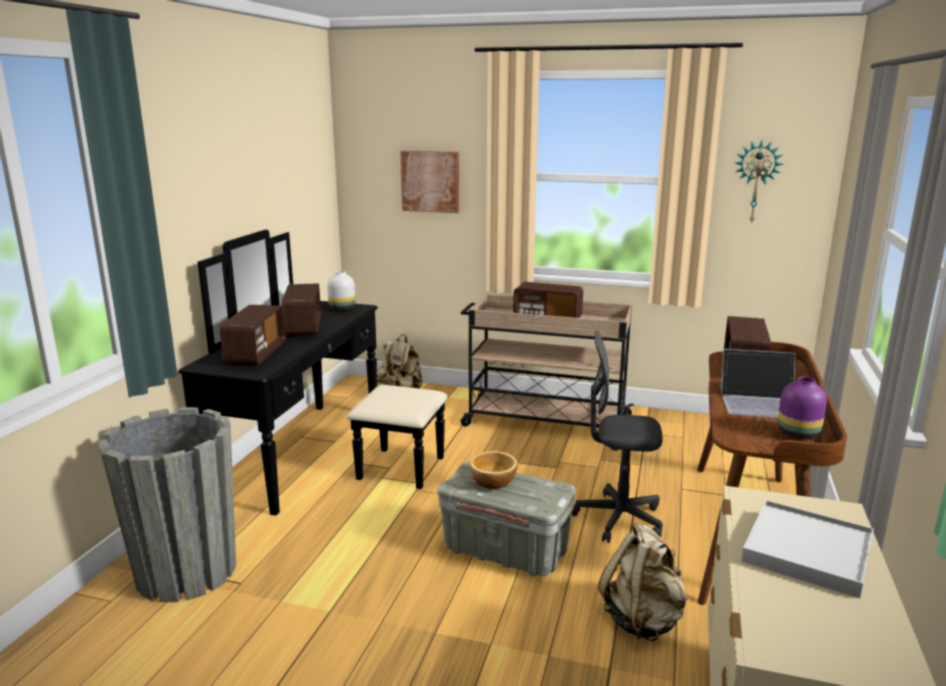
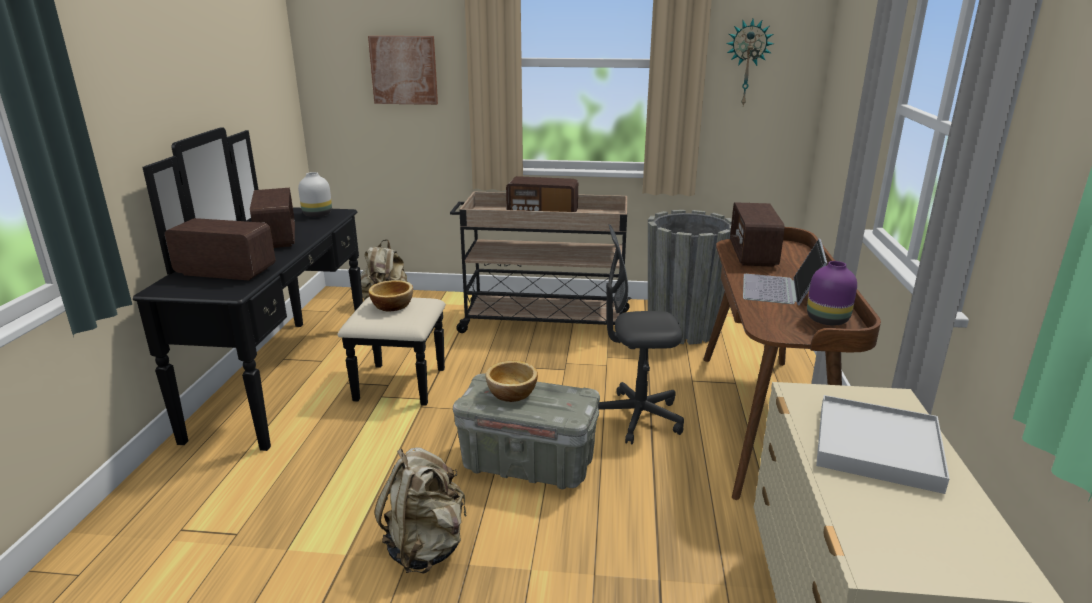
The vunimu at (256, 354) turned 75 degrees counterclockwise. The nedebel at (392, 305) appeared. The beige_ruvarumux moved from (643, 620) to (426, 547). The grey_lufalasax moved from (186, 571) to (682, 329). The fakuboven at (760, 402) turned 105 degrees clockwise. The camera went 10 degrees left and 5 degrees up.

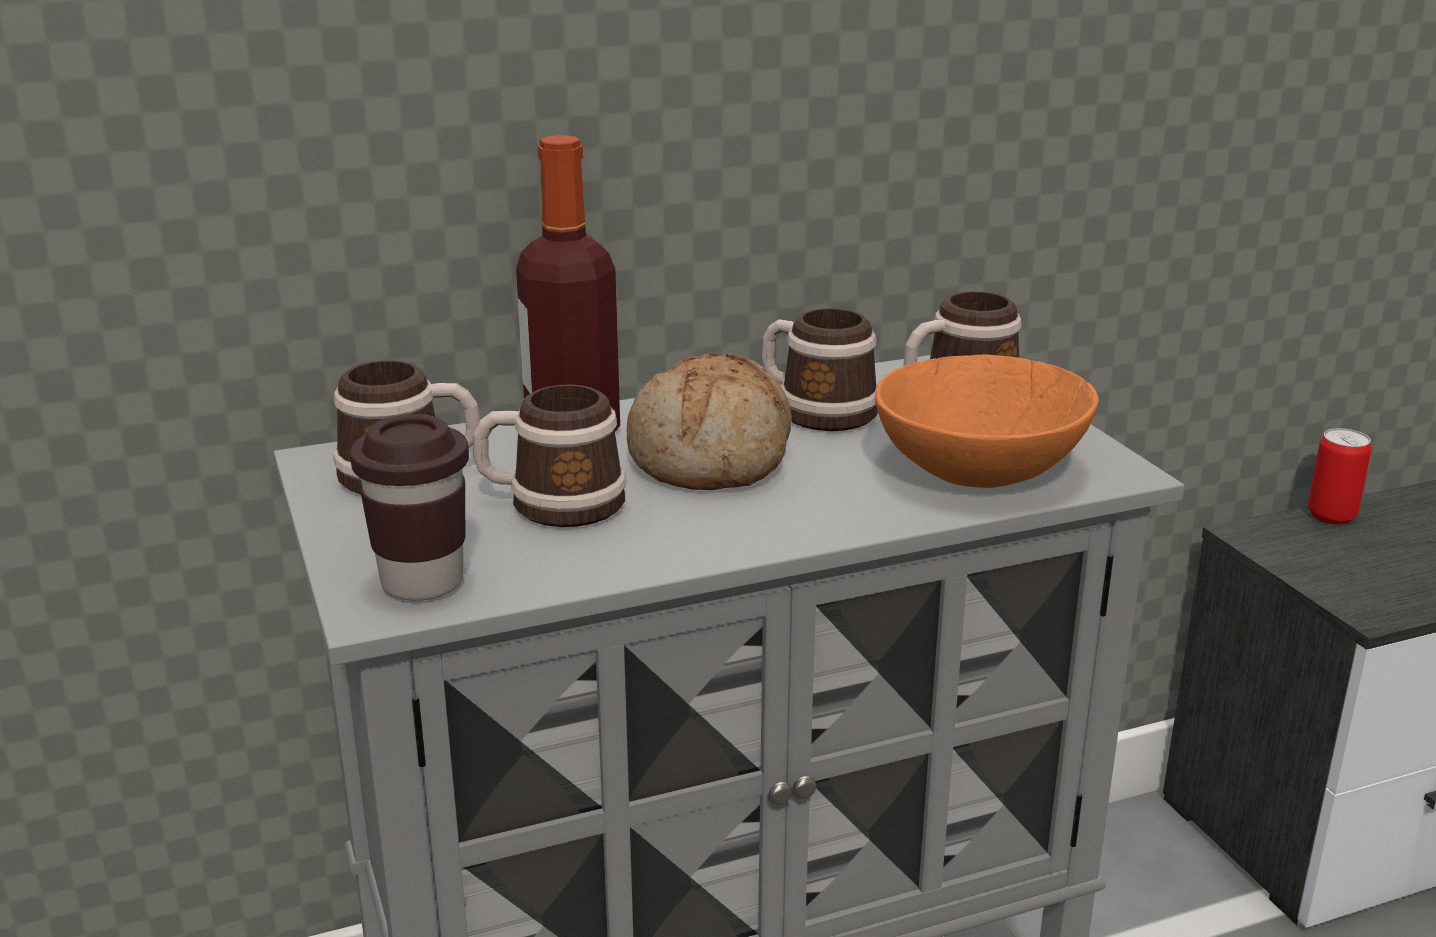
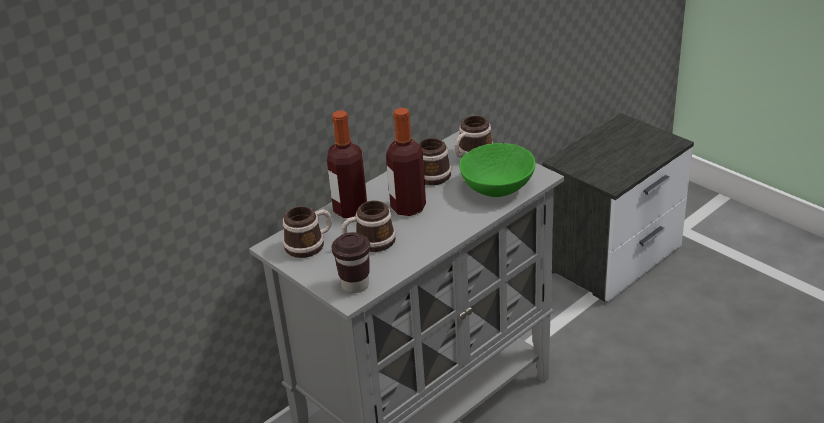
The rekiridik at (714, 458) was replaced by the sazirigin at (408, 207). The orange_nedebel at (982, 468) became the green_nedebel at (498, 187). The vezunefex at (1331, 516) disappeared. The camera went 20 degrees left and 10 degrees up.

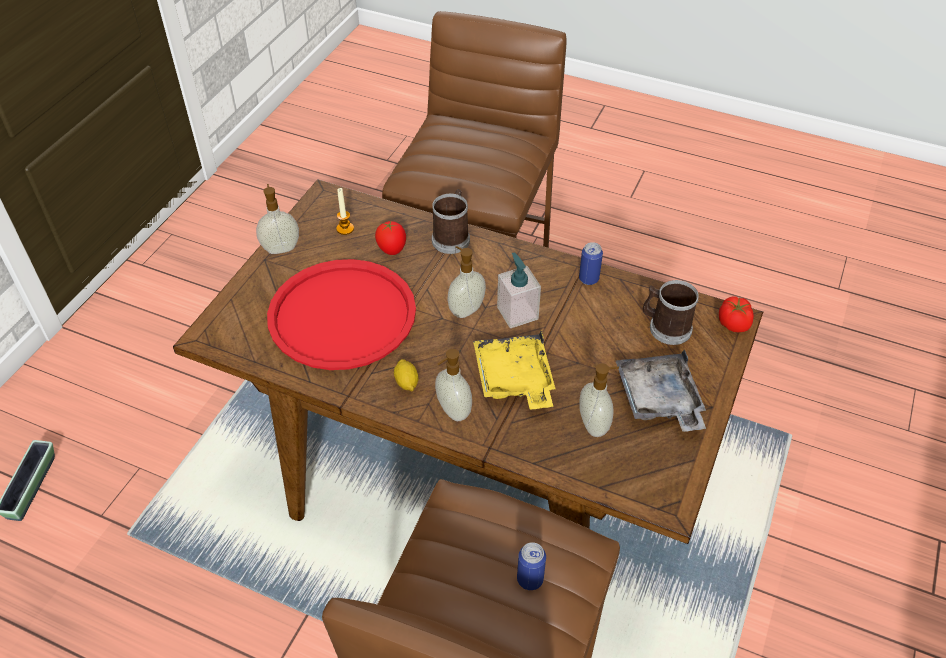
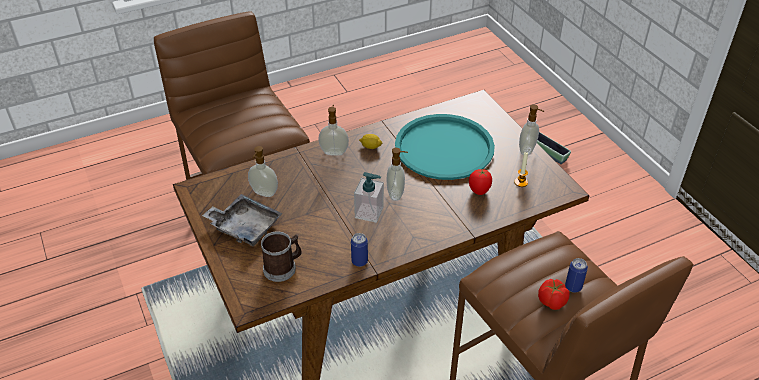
The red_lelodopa at (342, 315) became the turquoise_lelodopa at (444, 148). The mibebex moved from (733, 324) to (552, 302). The vezunefex moved from (530, 579) to (573, 287). The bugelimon at (452, 237) disappeared. The yellow_lelodopa at (514, 380) disappeared. The camera went 130 degrees right and 5 degrees down.

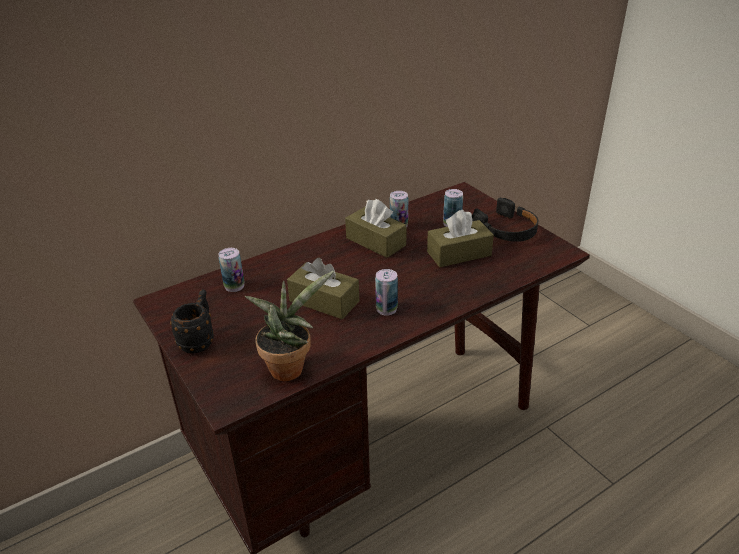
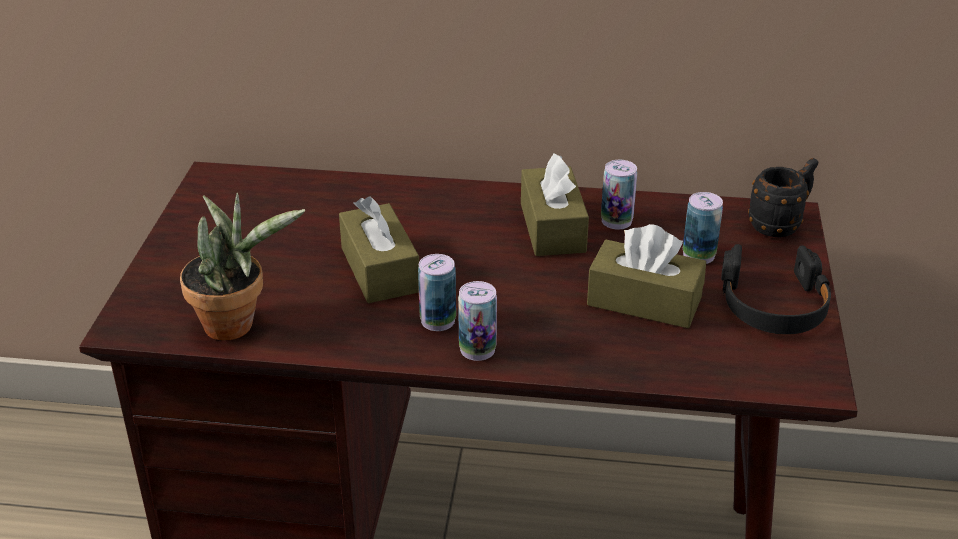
The vezunefex moved from (234, 286) to (477, 349). The black_bugelimon moved from (199, 340) to (780, 224). The camera went 40 degrees right and 0 degrees up.

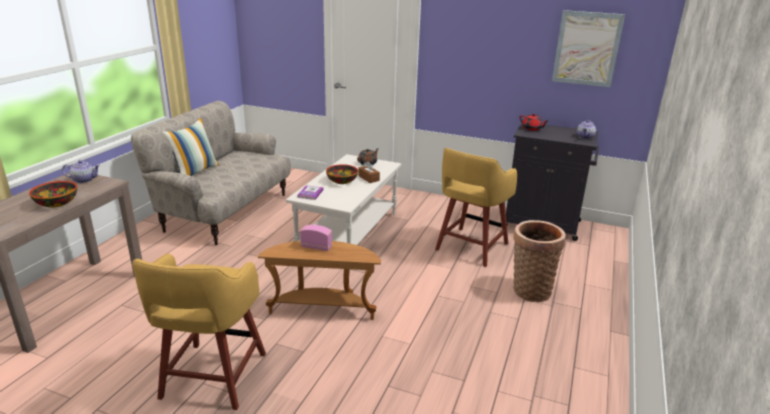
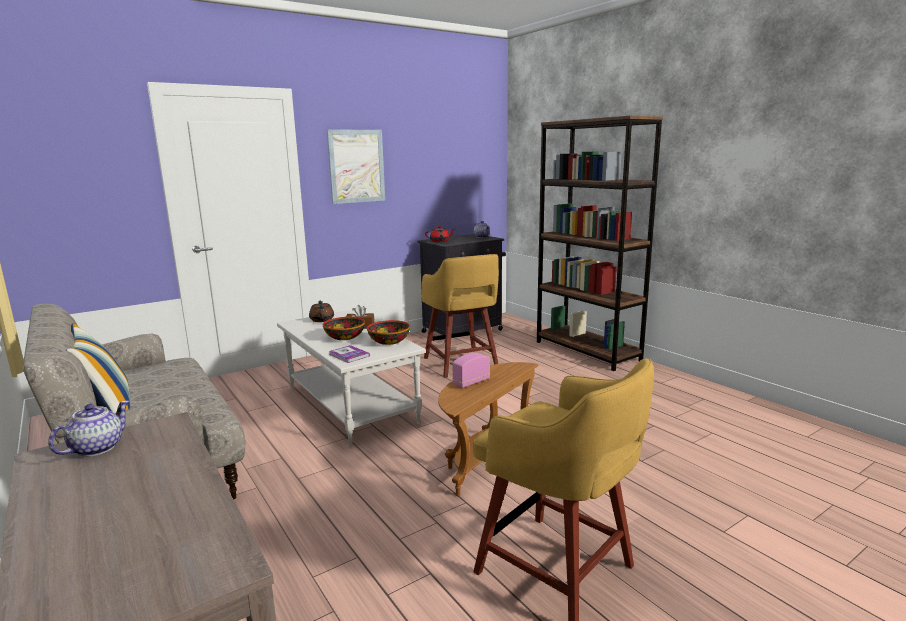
The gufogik moved from (587, 48) to (356, 166). The nedebel moved from (57, 203) to (389, 341). The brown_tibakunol at (587, 351) appeared. The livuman at (530, 289) disappeared. The camera went 55 degrees left and 10 degrees down.

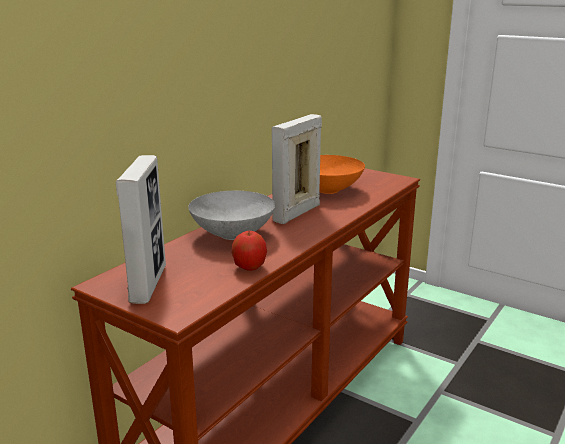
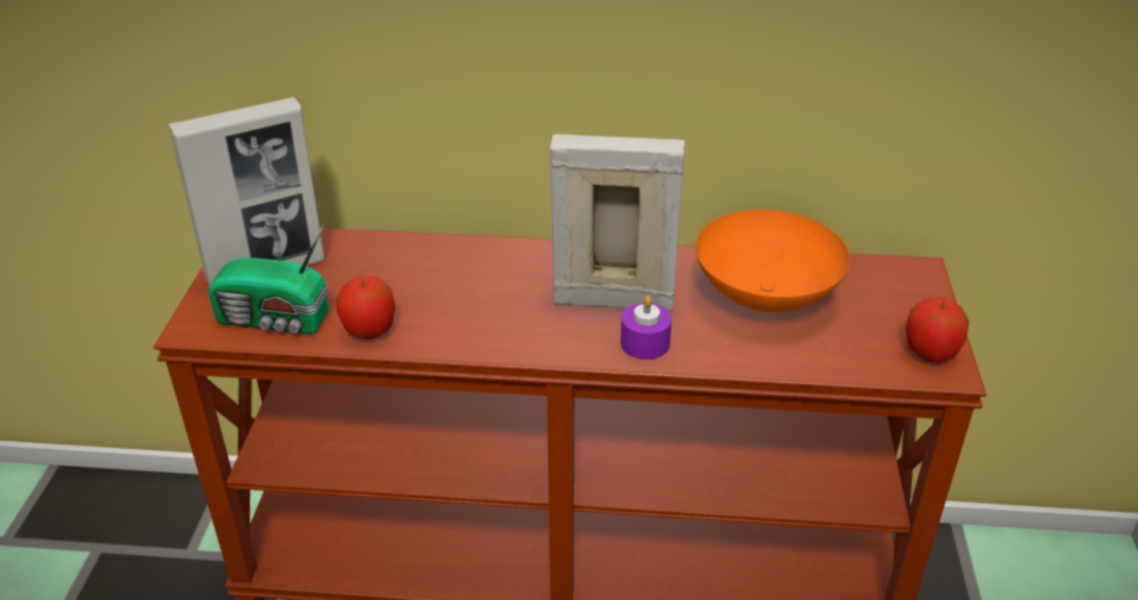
The vunimu at (275, 320) appeared. The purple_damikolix at (645, 343) appeared. The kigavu at (930, 353) appeared. The grey_nedebel at (231, 234) disappeared. The camera went 60 degrees right and 15 degrees up.

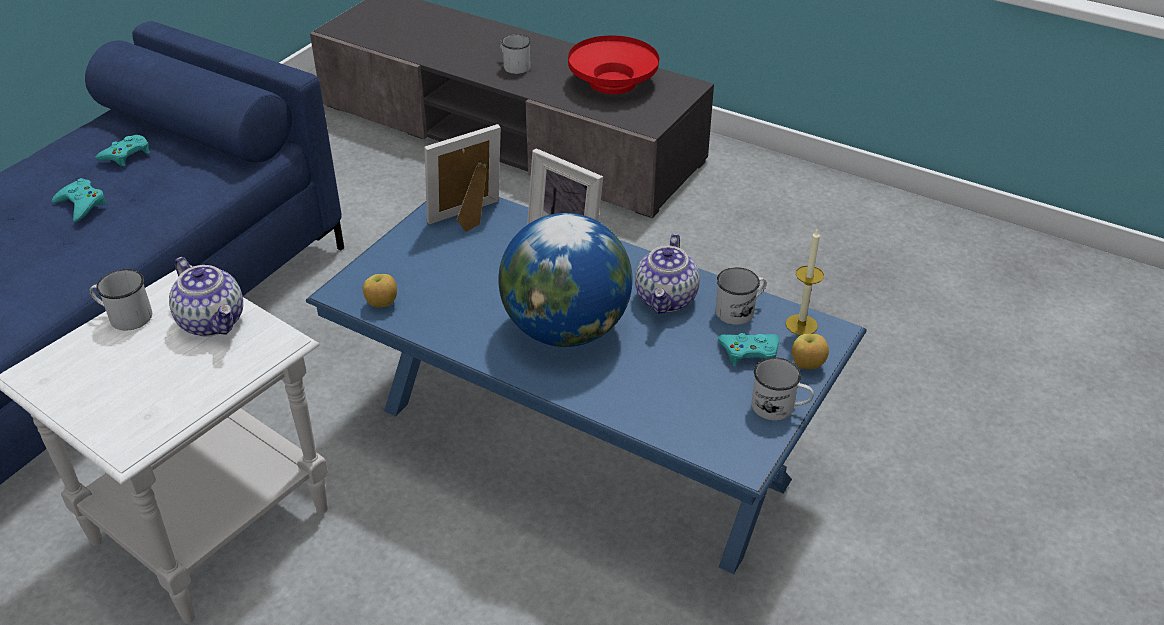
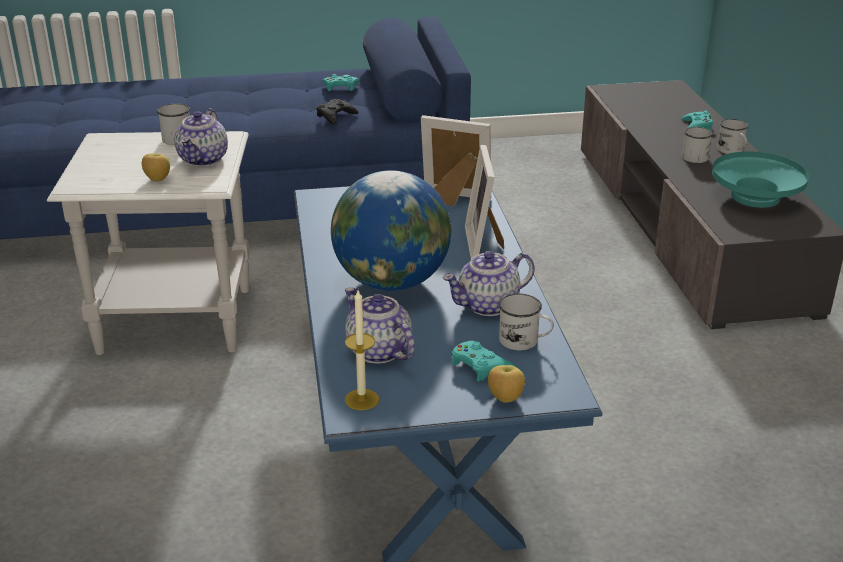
The kigavu moved from (381, 304) to (157, 180). The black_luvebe at (335, 116) appeared. The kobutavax at (377, 351) appeared. The damikolix moved from (801, 325) to (362, 399). The turquoise_luvebe moved from (81, 204) to (696, 126). The red_nedebel at (613, 83) became the turquoise_nedebel at (755, 197). The white_bugelimon moved from (779, 408) to (732, 151). The camera went 50 degrees right and 10 degrees down.

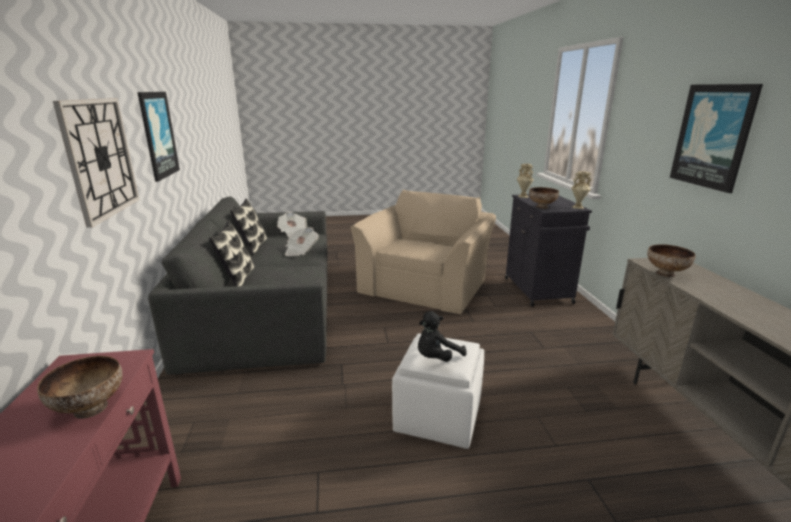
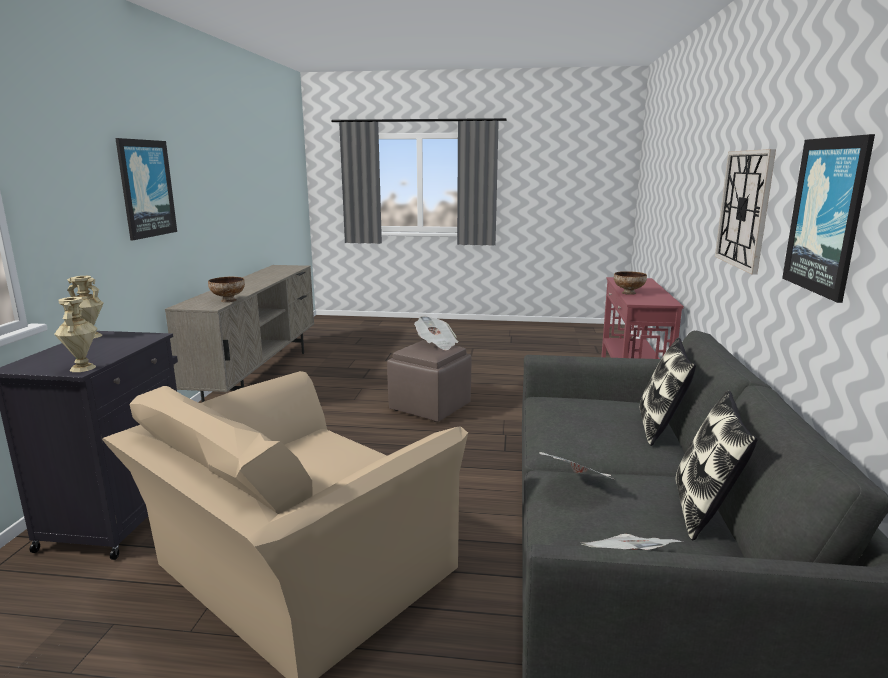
The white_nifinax at (437, 417) became the brown_nifinax at (431, 407). The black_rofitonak at (437, 358) was replaced by the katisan at (436, 344). The nedebel at (541, 207) disappeared. The camera went 165 degrees left and 5 degrees down.

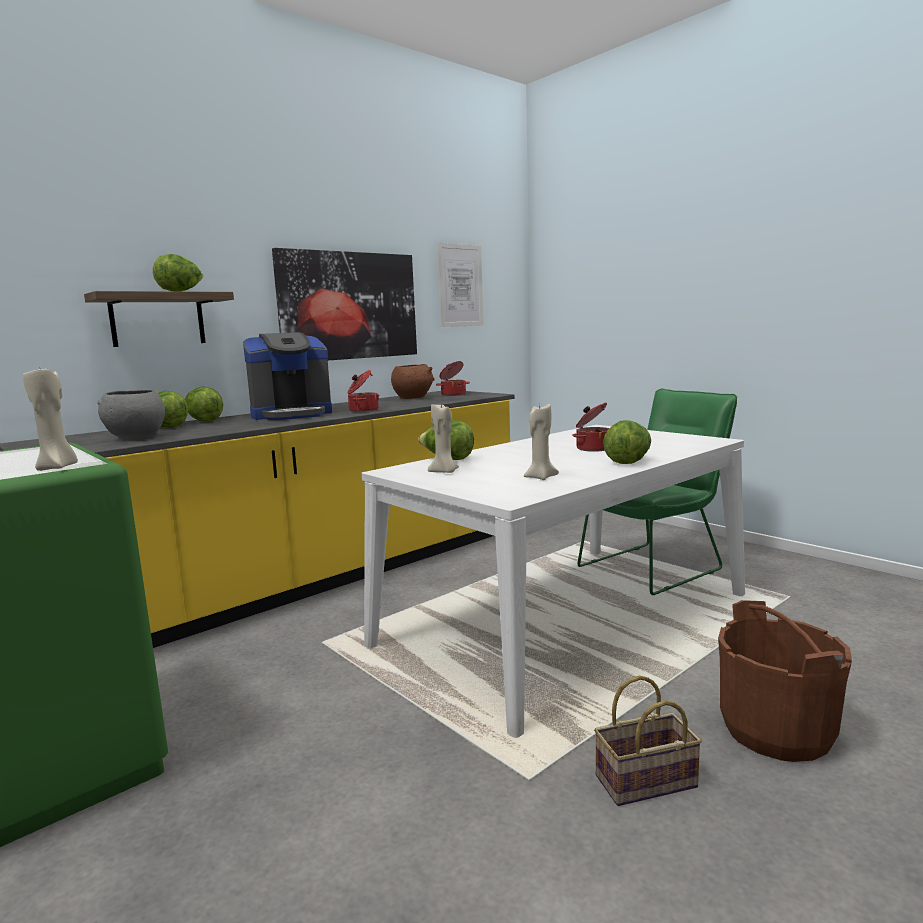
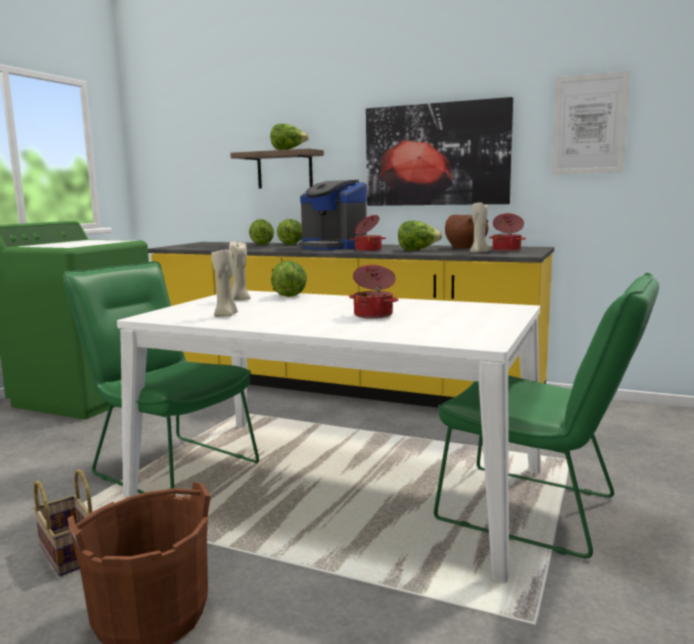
The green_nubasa at (169, 466) appeared. The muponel moved from (628, 462) to (418, 250). The beige_damikolix moved from (58, 468) to (479, 252). The grey_nedebel at (136, 438) disappeared. The camera went 65 degrees right and 0 degrees up.

